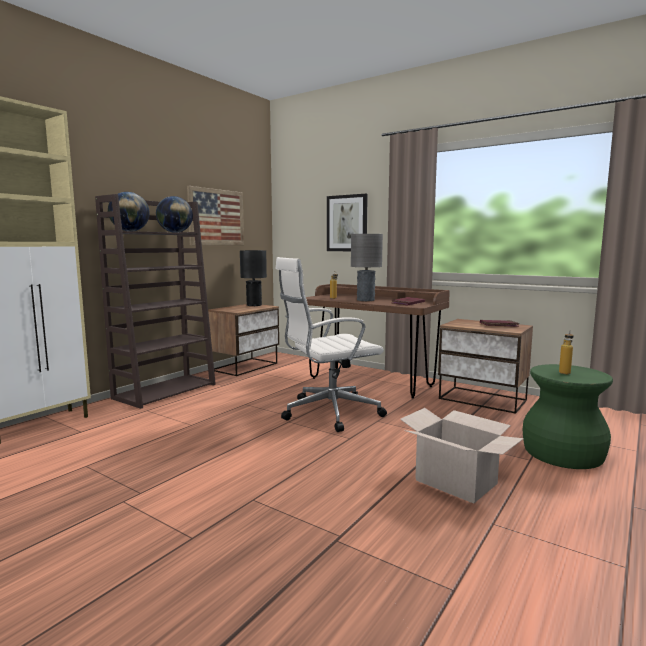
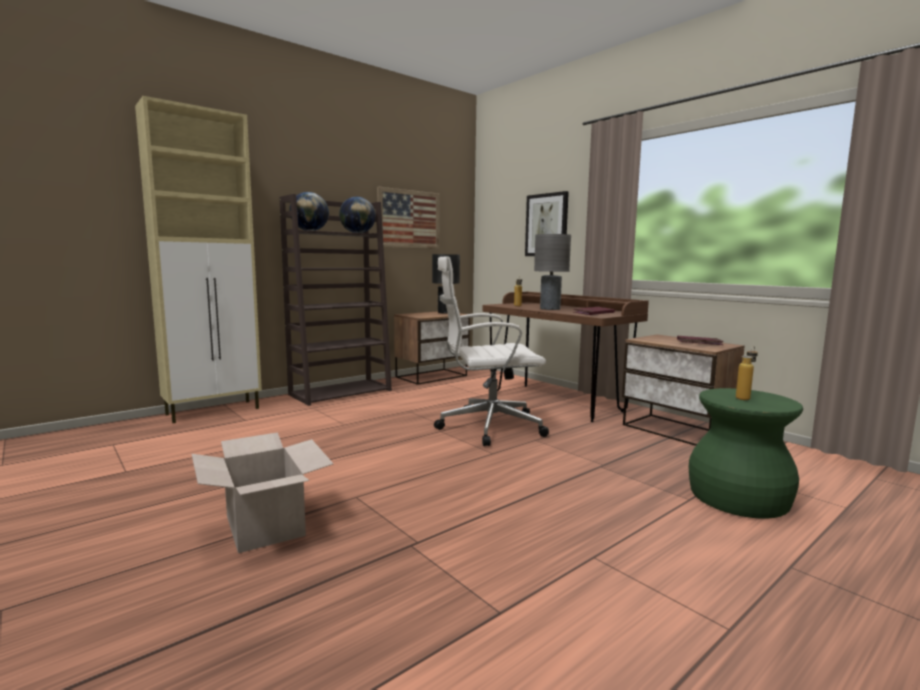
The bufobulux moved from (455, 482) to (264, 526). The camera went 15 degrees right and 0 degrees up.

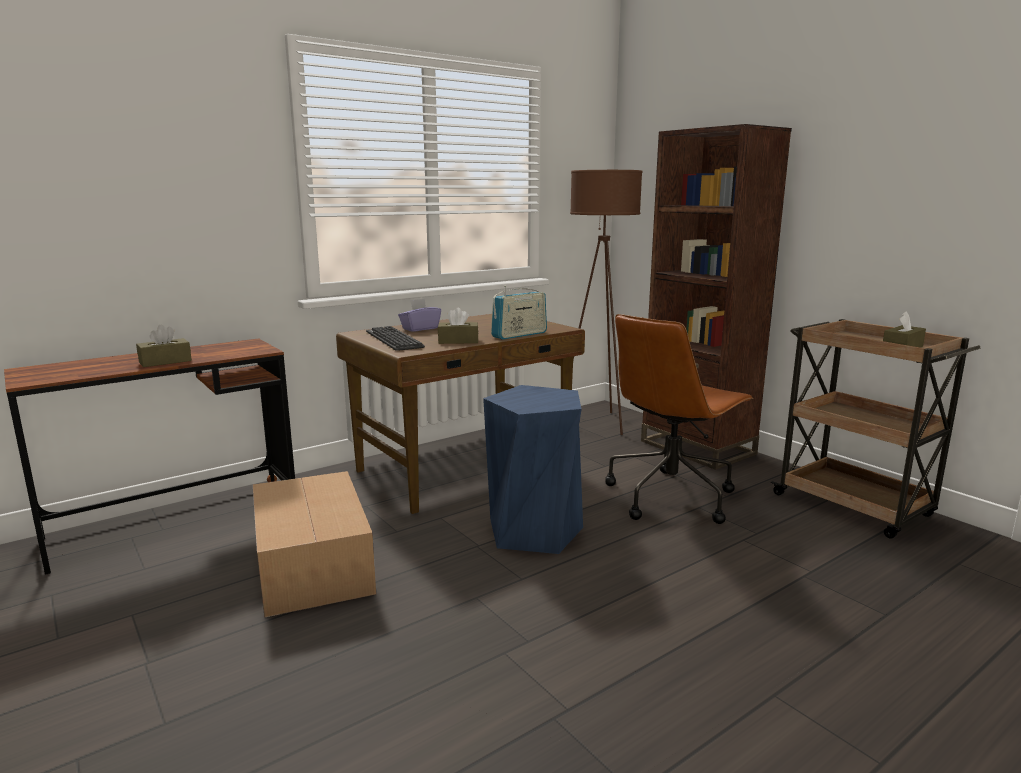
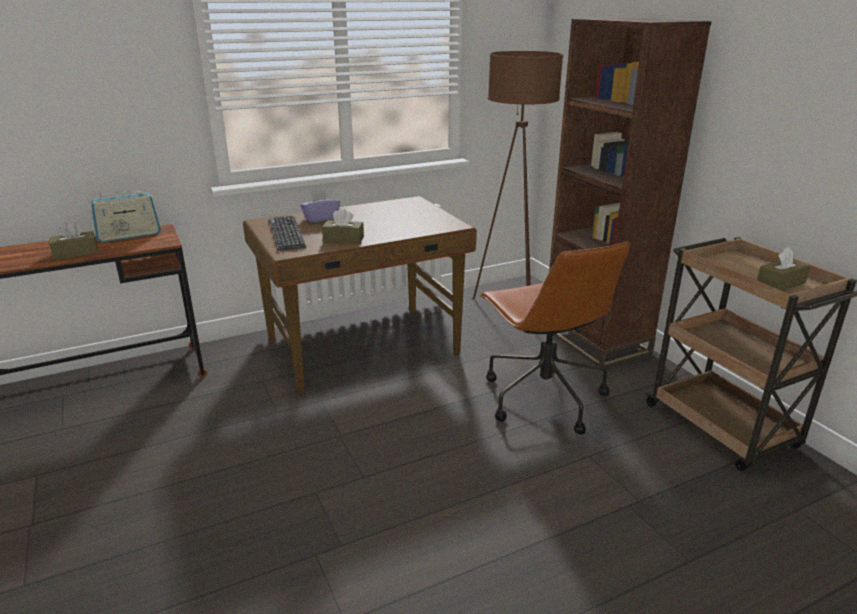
The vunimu moved from (519, 335) to (129, 236). The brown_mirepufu at (670, 496) turned 75 degrees counterclockwise. The bufobulux at (314, 563) disappeared. The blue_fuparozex at (534, 530) disappeared. The camera went 10 degrees right and 10 degrees up.

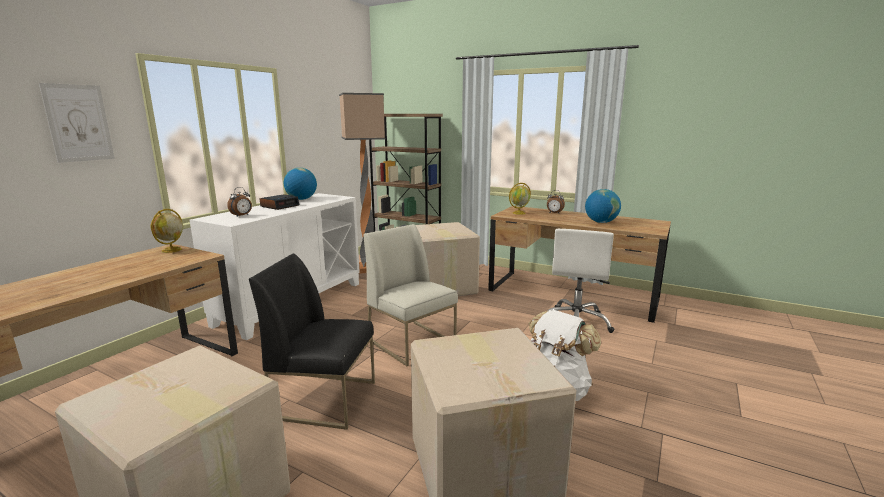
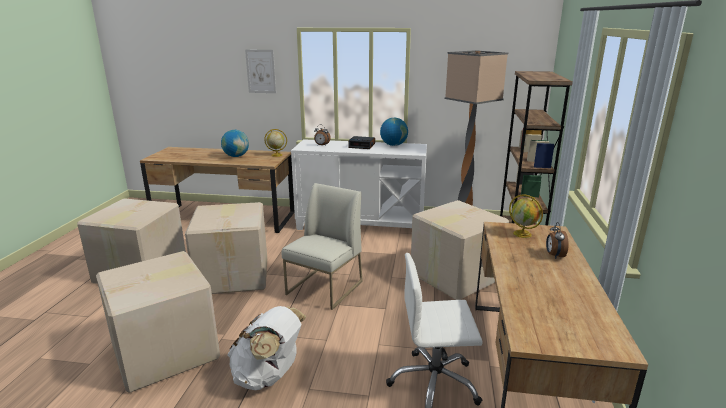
The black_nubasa at (324, 399) was replaced by the bufobulux at (234, 275). The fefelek moved from (601, 222) to (236, 156). The camera went 70 degrees right and 5 degrees up.

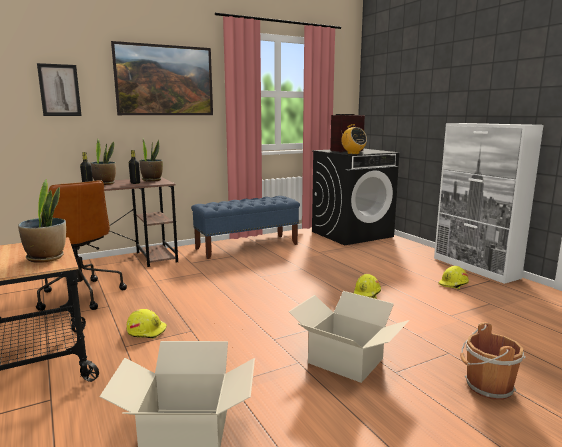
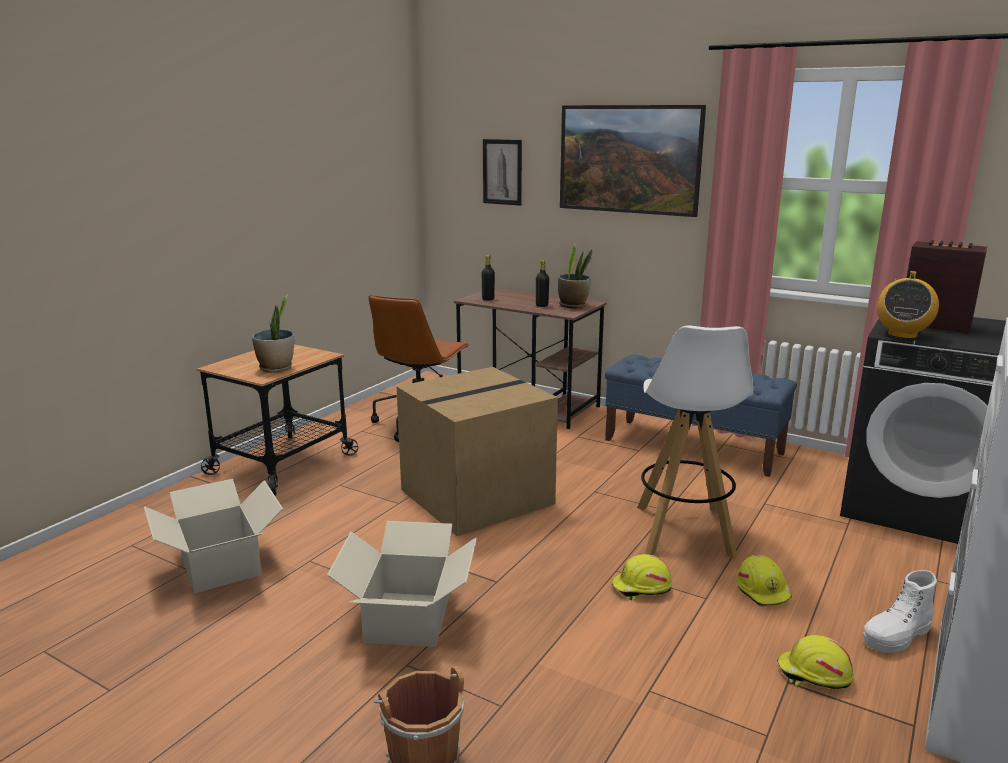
The bufobulux at (477, 495) appeared. The white_fuparozex at (684, 532) appeared. The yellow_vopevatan moved from (147, 330) to (763, 590). The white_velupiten at (896, 636) appeared. The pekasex at (104, 183) disappeared. The camera went 60 degrees right and 5 degrees up.

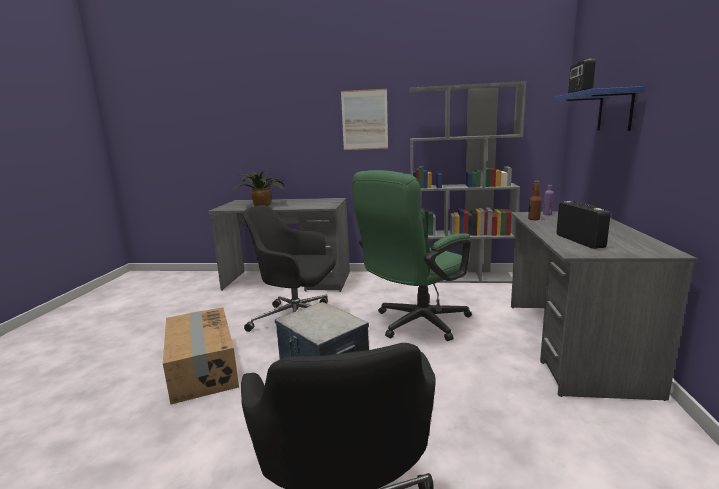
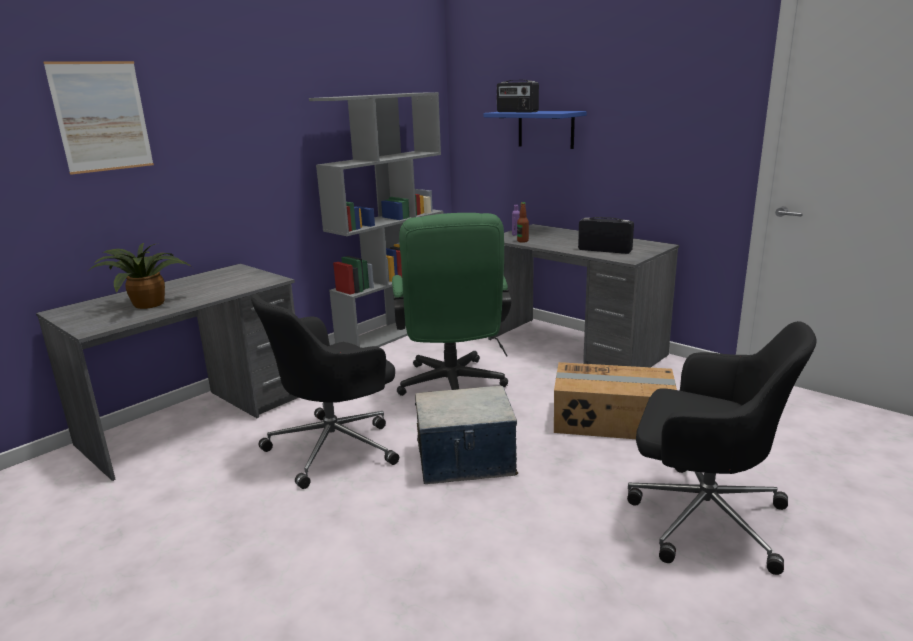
The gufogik moved from (364, 120) to (101, 117). The bufobulux moved from (202, 368) to (612, 421). The camera went 55 degrees left and 5 degrees up.

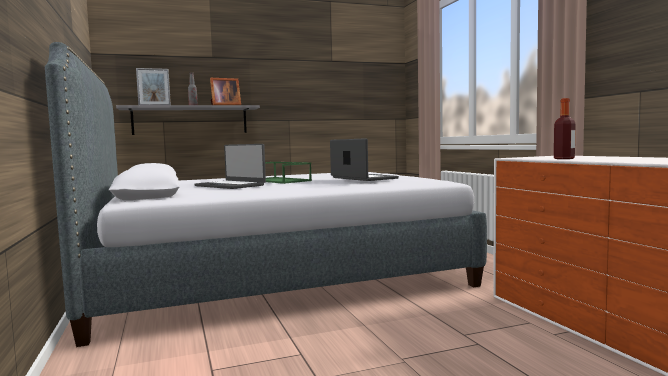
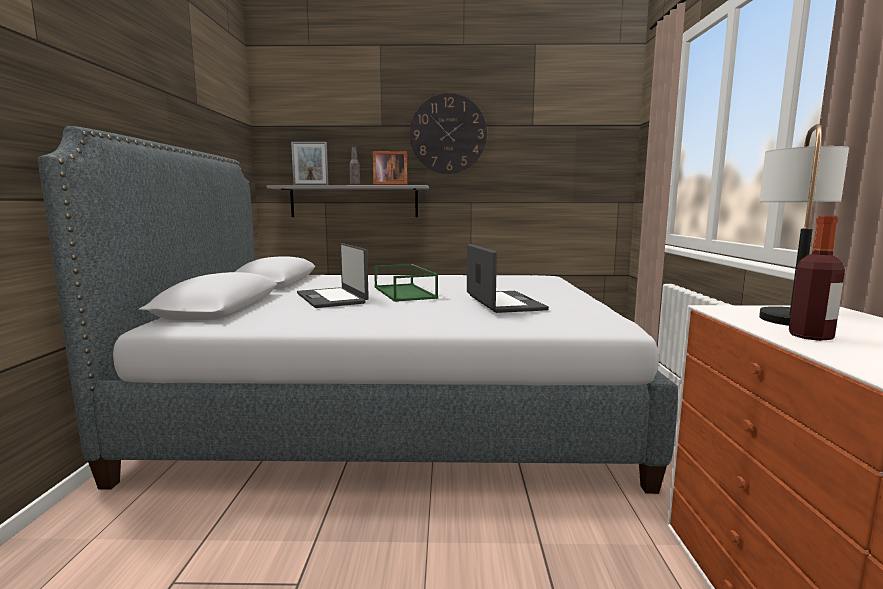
The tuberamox at (448, 134) appeared. The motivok at (787, 314) appeared. The camera went 20 degrees right and 5 degrees up.

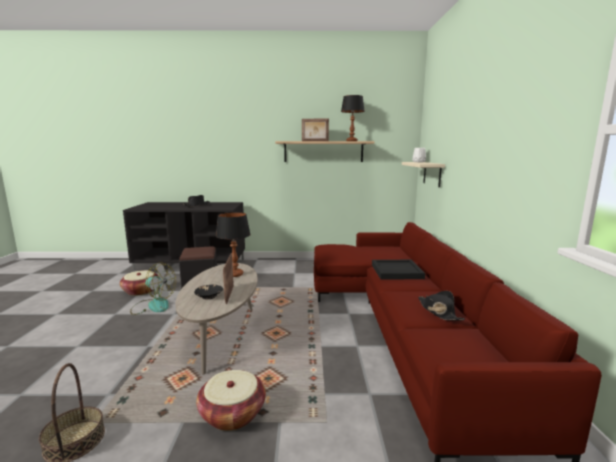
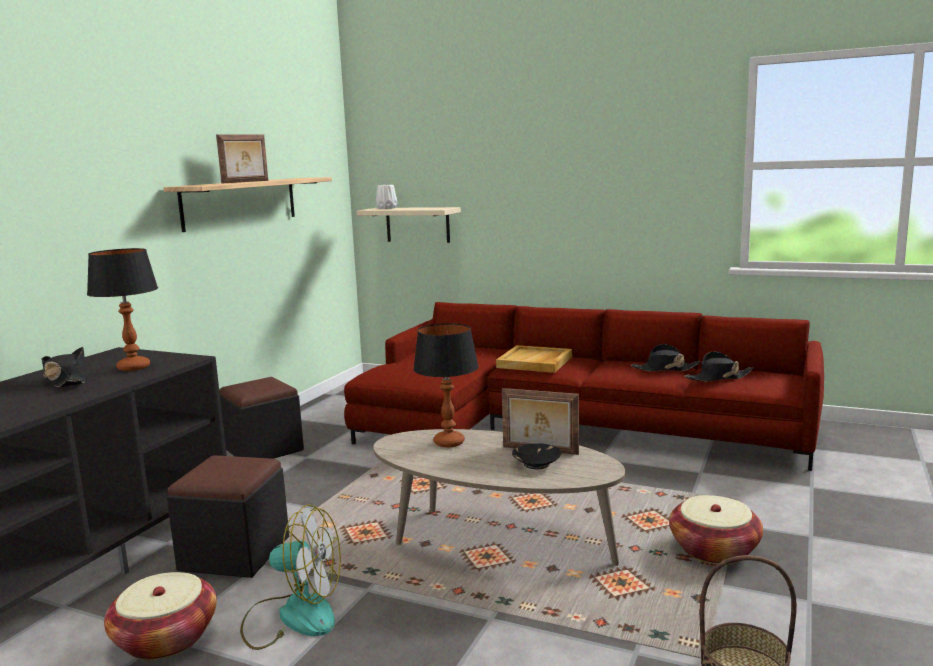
The motivok moved from (351, 141) to (133, 367). The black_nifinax at (263, 449) appeared. The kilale at (153, 305) turned 60 degrees clockwise. The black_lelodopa at (396, 271) became the beige_lelodopa at (535, 362). The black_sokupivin at (718, 378) appeared. The camera went 65 degrees left and 0 degrees up.

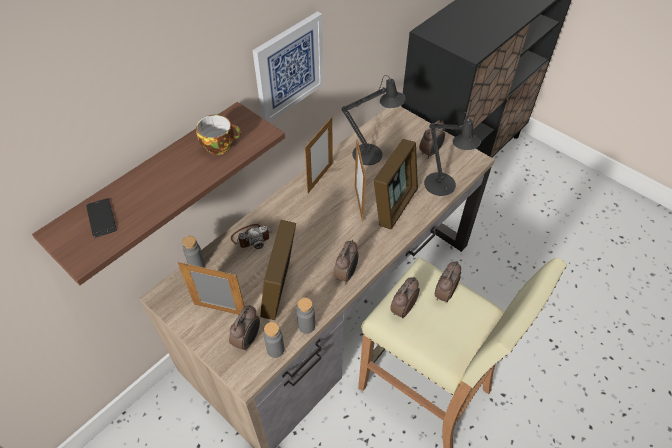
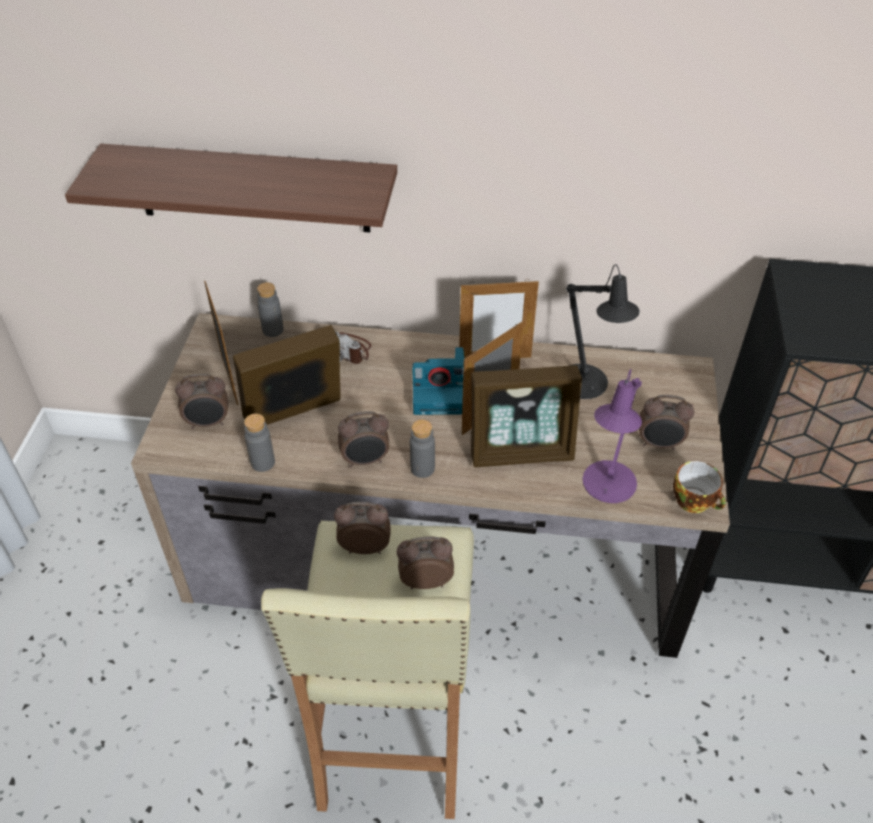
The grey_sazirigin moved from (275, 349) to (422, 468). The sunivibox at (440, 393) appeared. The black_motivok at (443, 187) became the purple_motivok at (607, 488). The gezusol moved from (220, 145) to (695, 501). The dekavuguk at (101, 218) disappeared. The gufogik at (288, 67) disappeared. The camera went 55 degrees right and 5 degrees down.

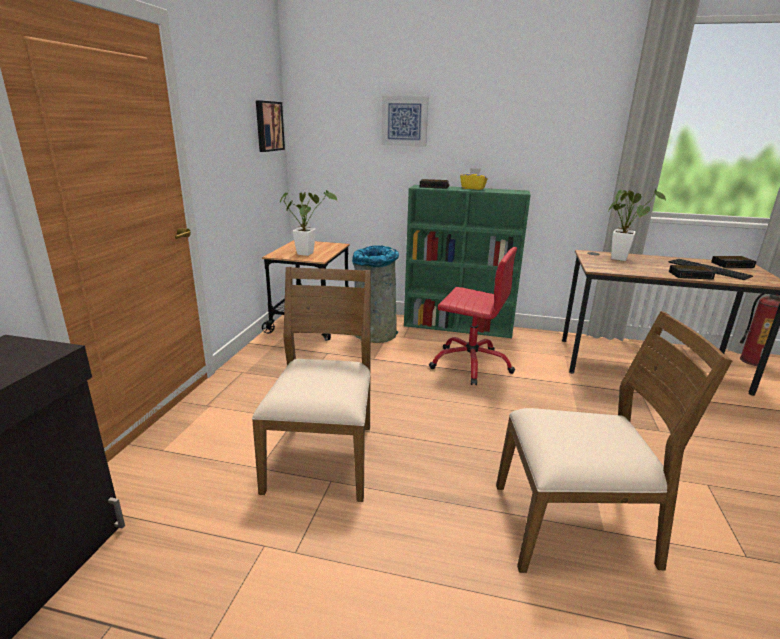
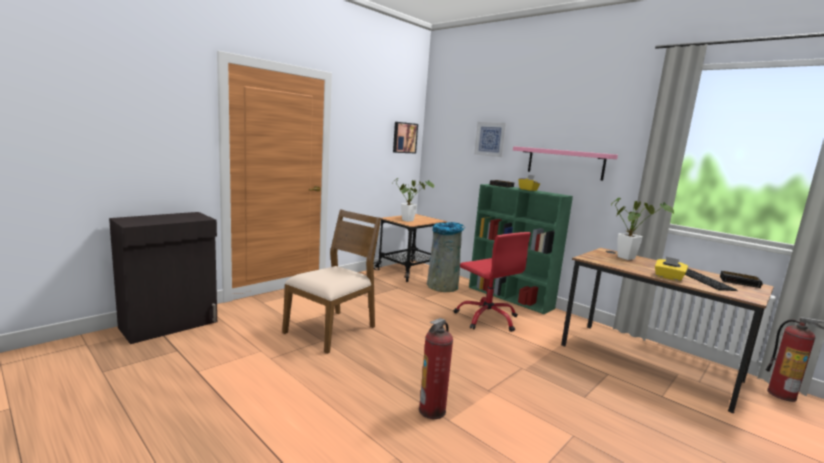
The brown_nubasa at (574, 526) was replaced by the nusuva at (432, 410). The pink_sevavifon at (565, 163) appeared. The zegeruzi at (691, 275) was replaced by the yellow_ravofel at (668, 277). The camera went 30 degrees right and 10 degrees down.

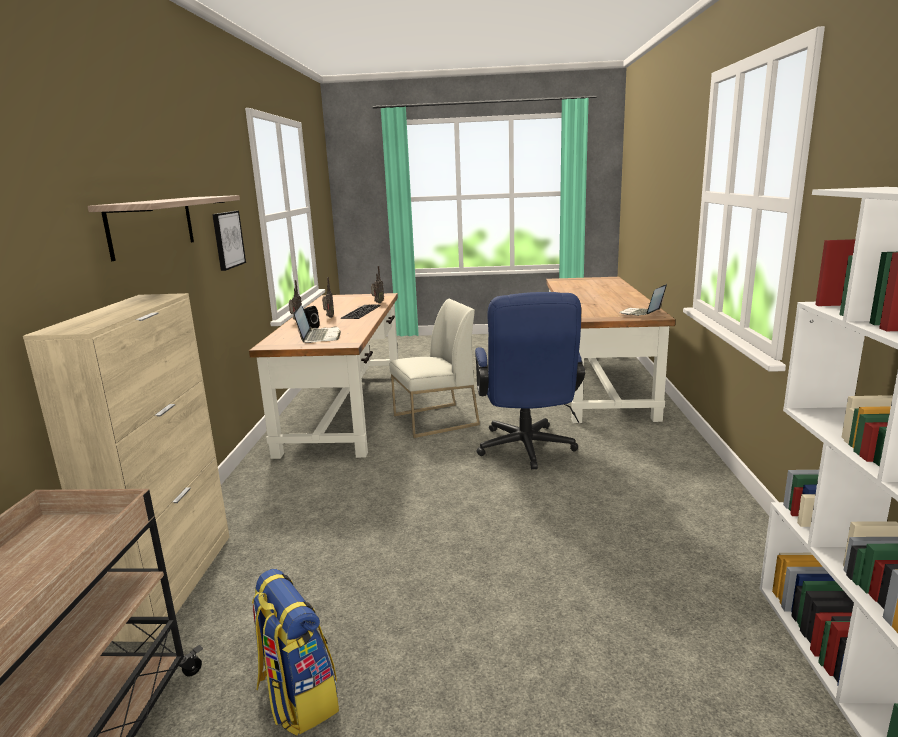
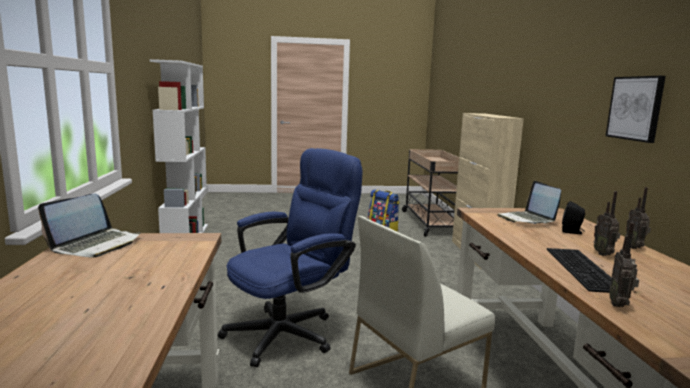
The blue_mirepufu at (526, 451) turned 60 degrees clockwise. The sevavifon at (152, 225) disappeared. The camera went 170 degrees right and 5 degrees down.

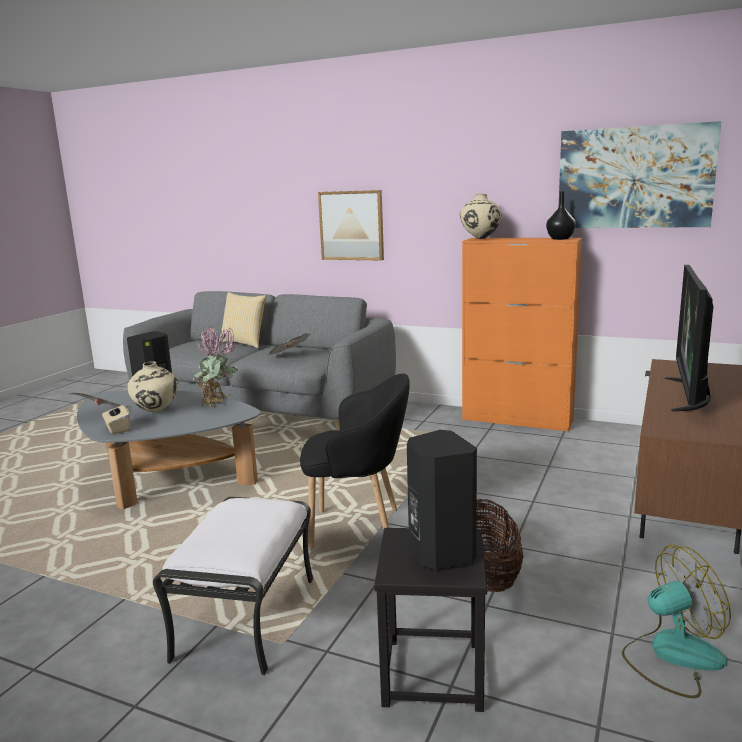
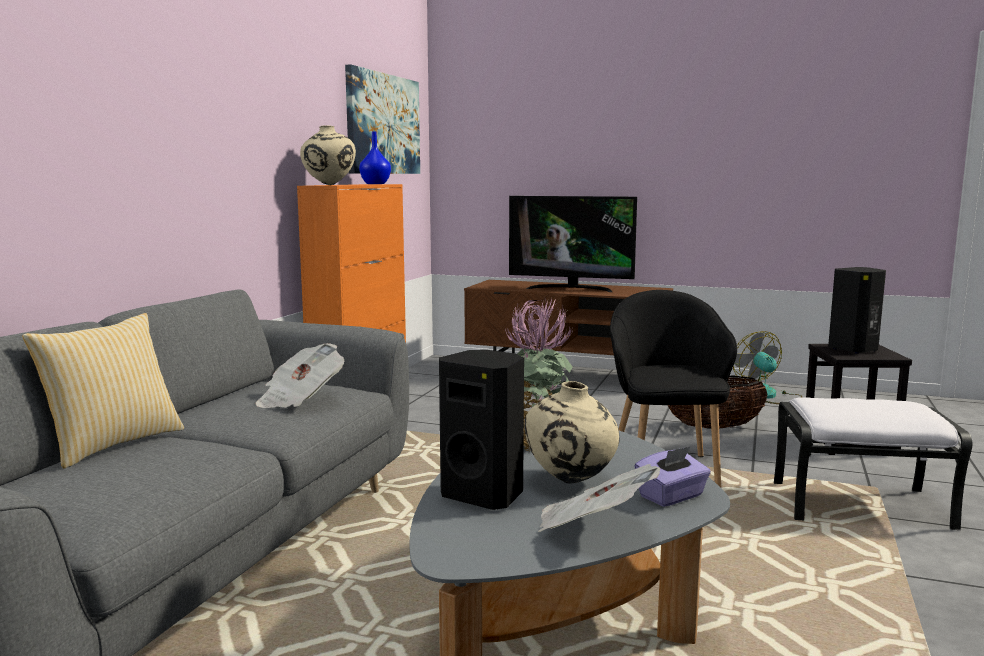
The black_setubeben at (560, 239) became the blue_setubeben at (376, 184). The beige_ravofel at (117, 429) became the purple_ravofel at (671, 496). The gufogik at (351, 225) disappeared. The camera went 95 degrees left and 5 degrees down.

